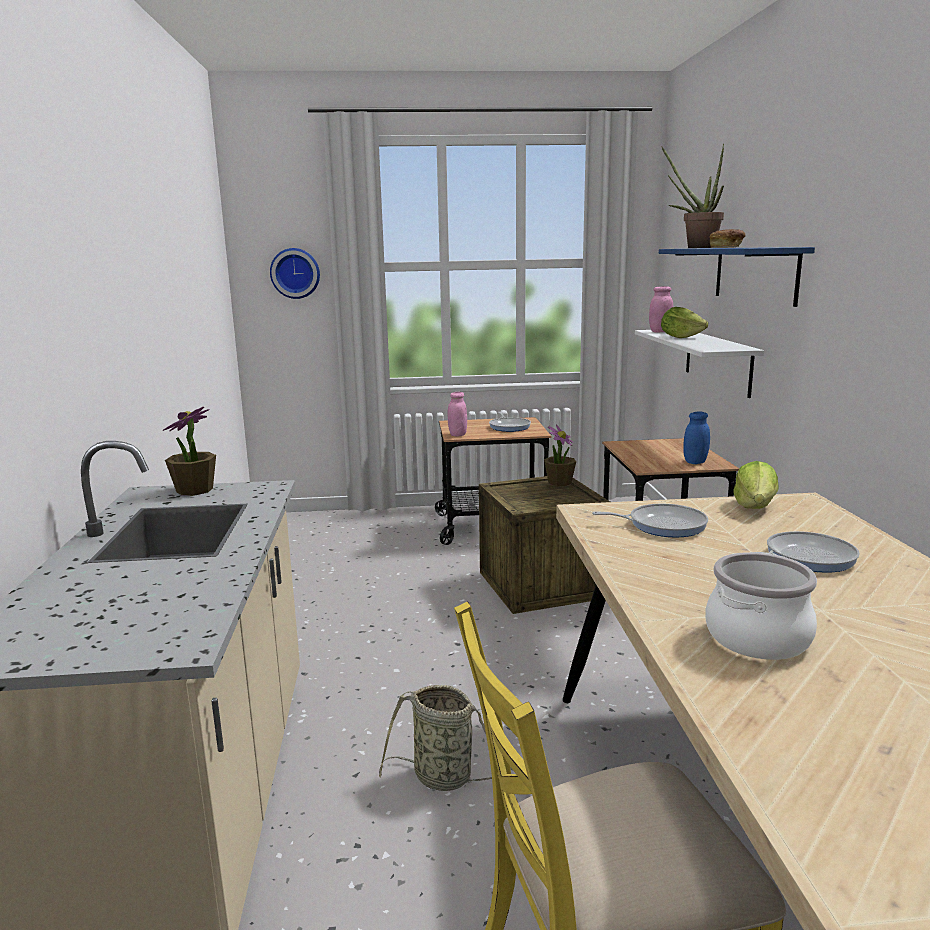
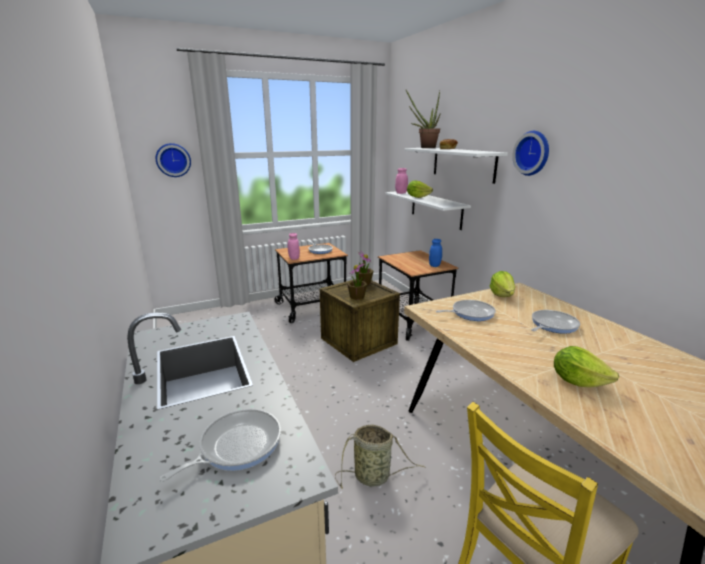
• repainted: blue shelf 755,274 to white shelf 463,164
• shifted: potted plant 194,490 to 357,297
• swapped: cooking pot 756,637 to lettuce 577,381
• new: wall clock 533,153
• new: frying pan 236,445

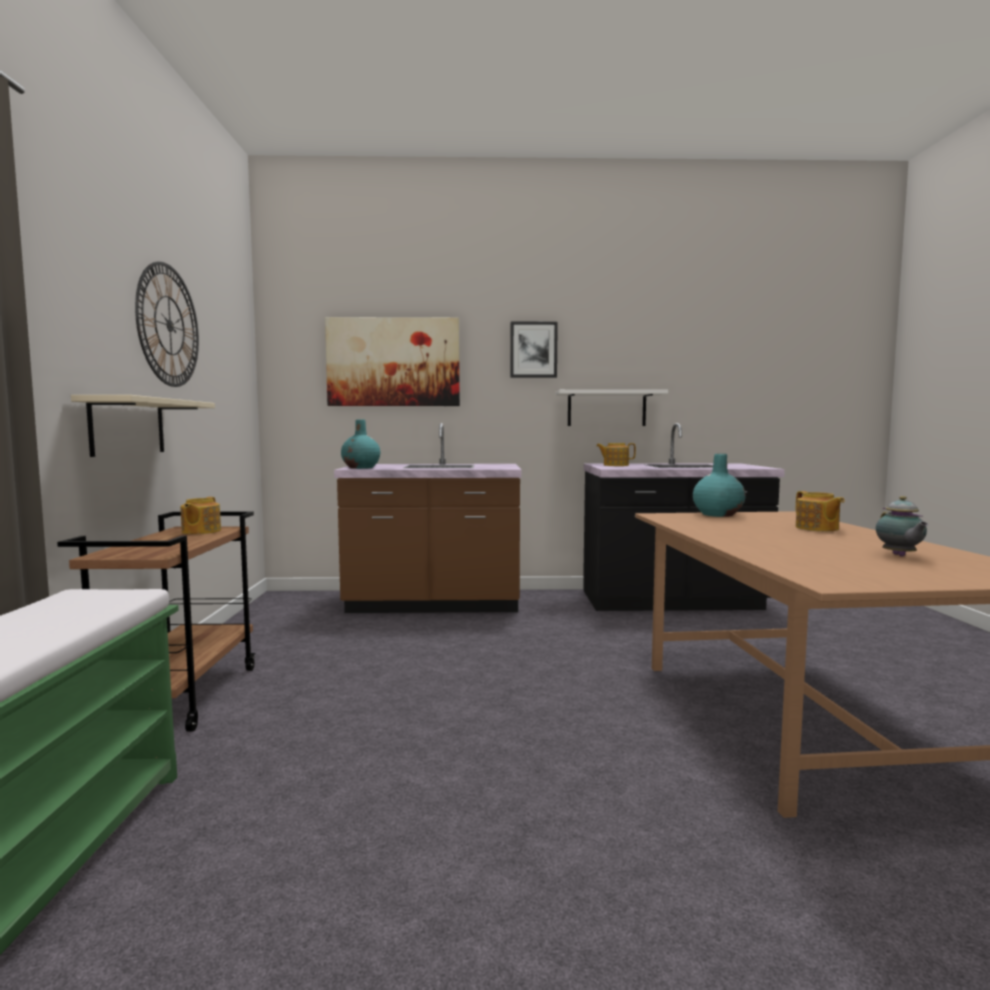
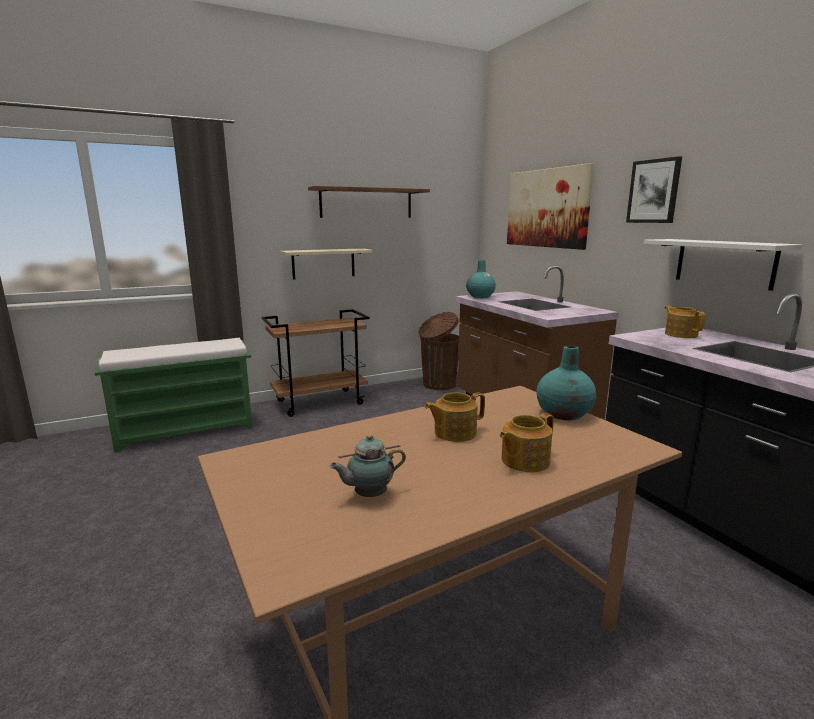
• swapped: wall clock 169,325 to brown shelf 366,203
• shifted: teapot 200,531 to 454,433
• new: brown trash can 438,385

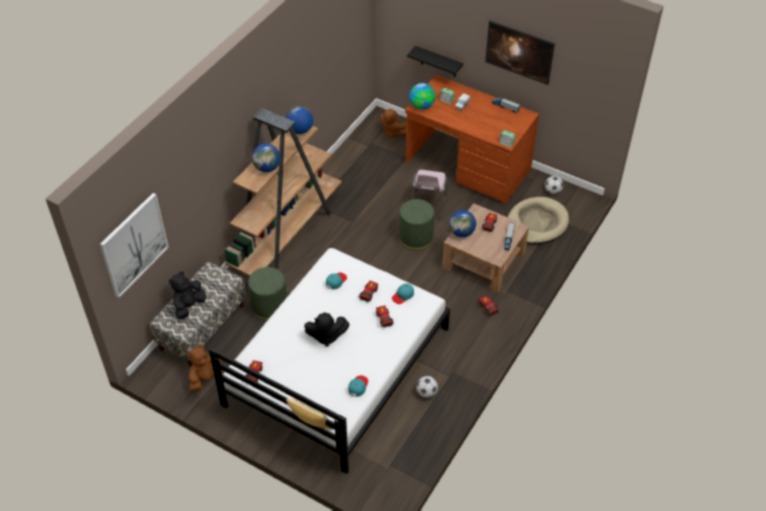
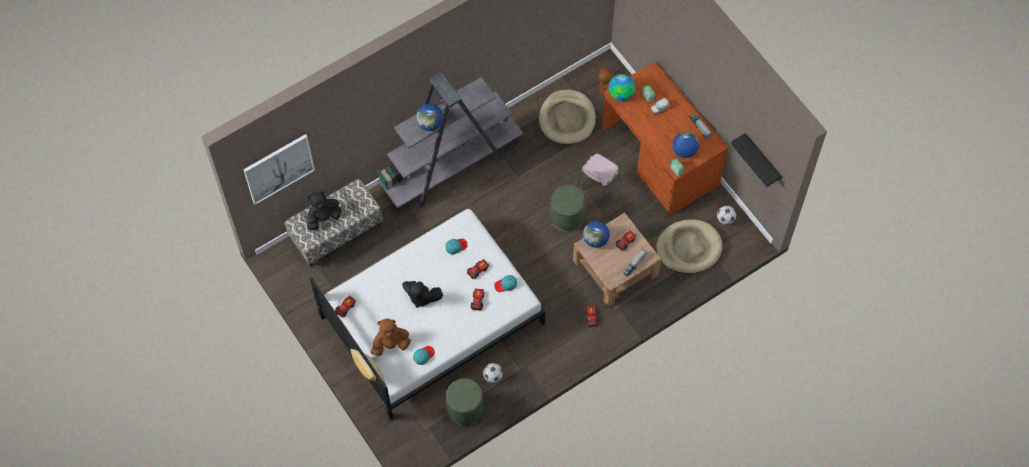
• gone: picture 518,62
• shifted: black shelf 438,62 to 762,159
• shifted: globe 300,130 to 684,150
• repainted: brown bookcase 286,234 to grey bookcase 452,166
• shifted: green ottoman 269,306 to 465,409
• shifted: brown plush toy 206,379 to 390,344
• new: beige dog bed 567,119

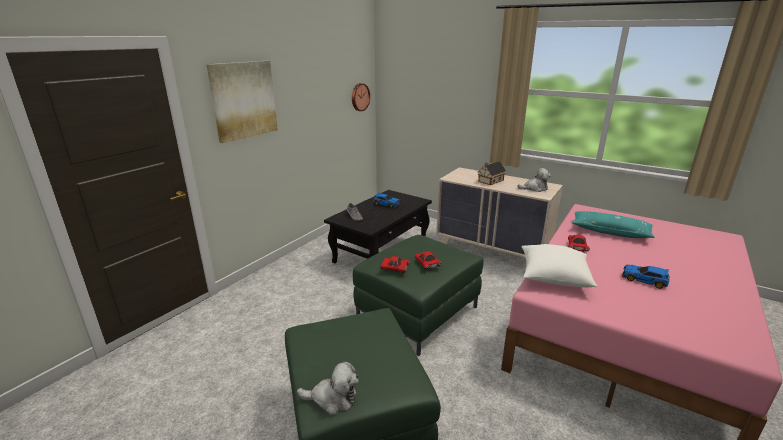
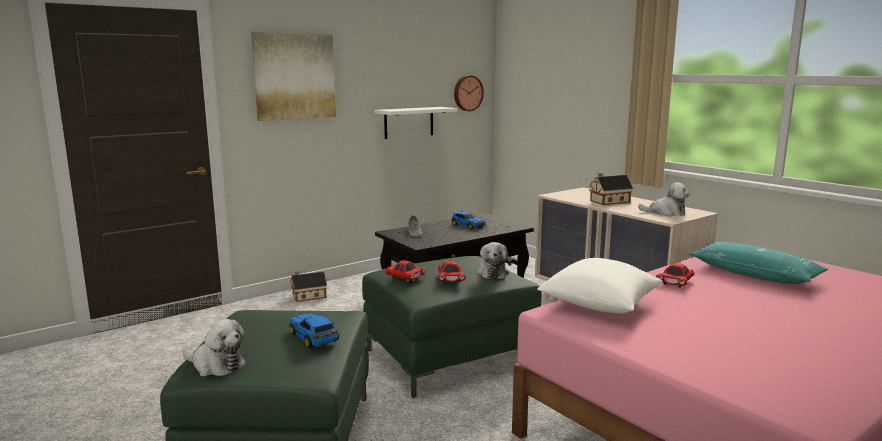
• shifted: toy car 645,280 to 313,337
• new: white shelf 409,122
• new: plush toy 492,273
• new: toy house 307,296

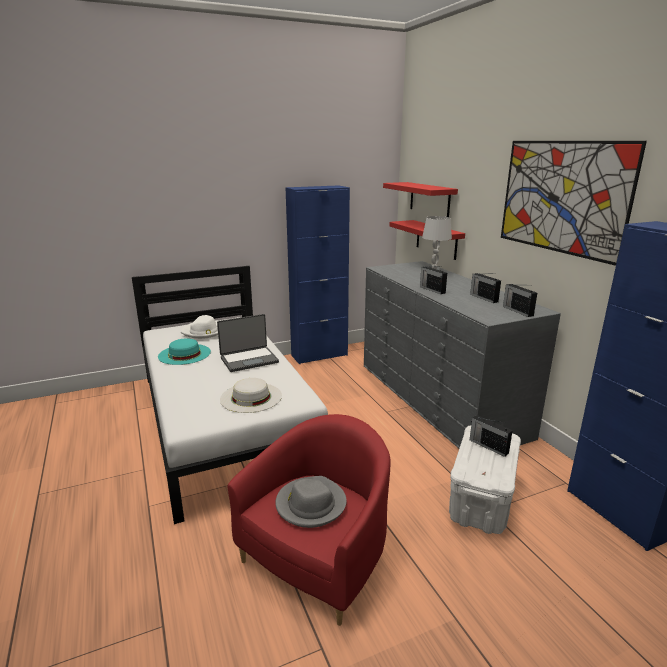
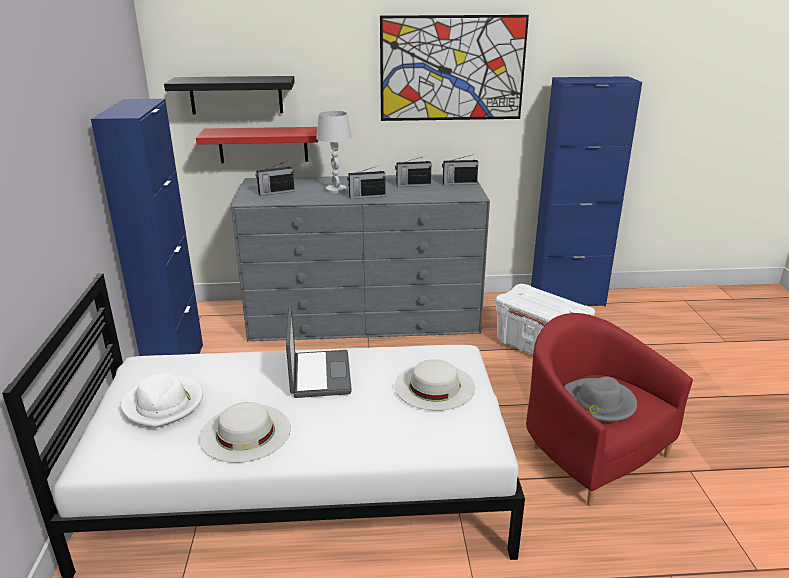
• repainted: red shelf 429,199 to black shelf 236,95
• repainted: turquoise hat 184,354 to white hat 245,432
• shifted: radio 488,446 to 275,192

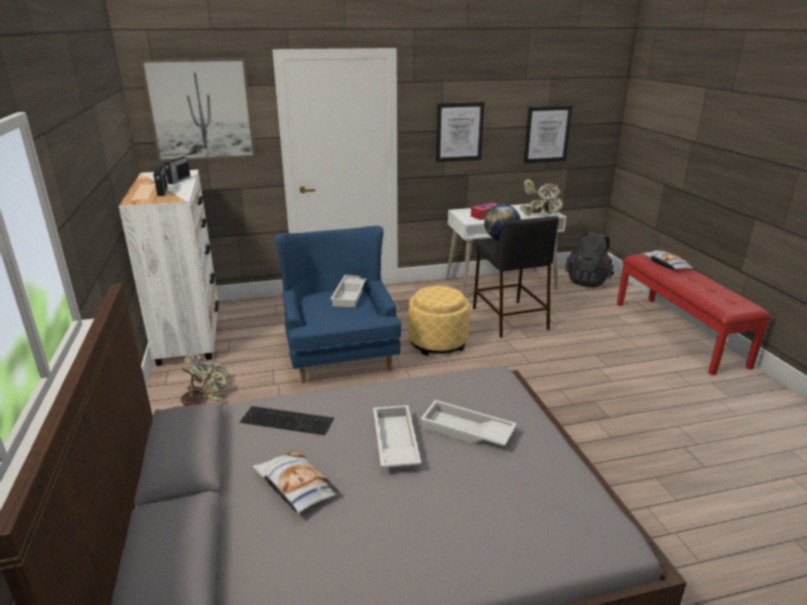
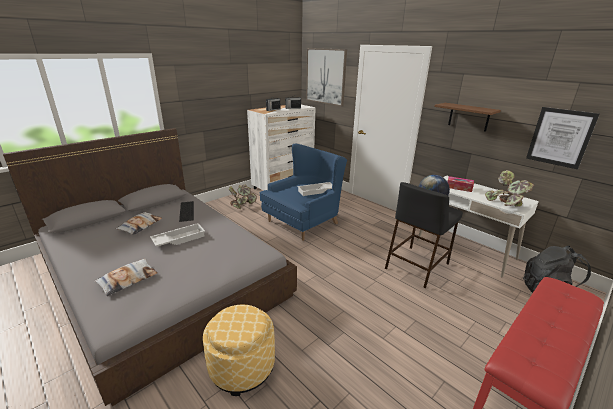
• swapped: picture 459,132 to brown shelf 469,117
• shifted: pillow 666,264 to 128,279
• shifted: ottoman 437,342 to 242,366
• gone: white tray 466,431

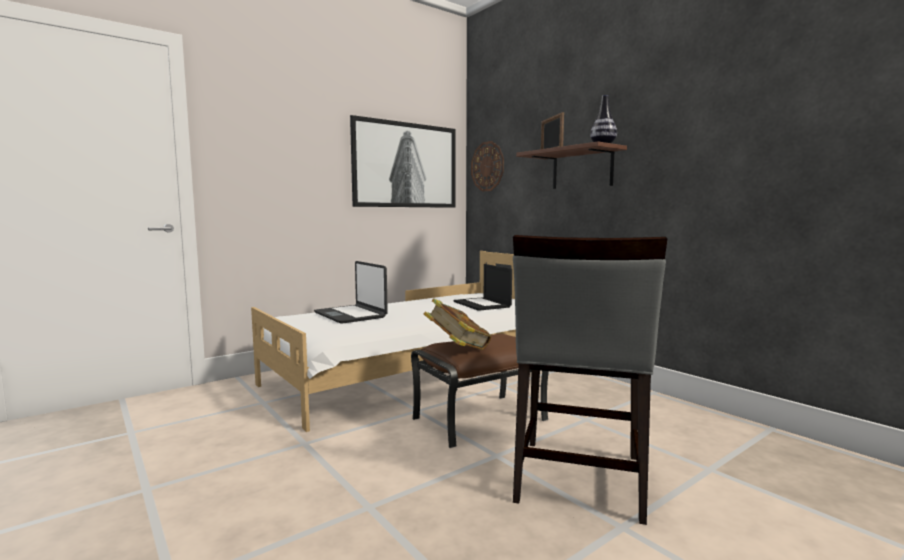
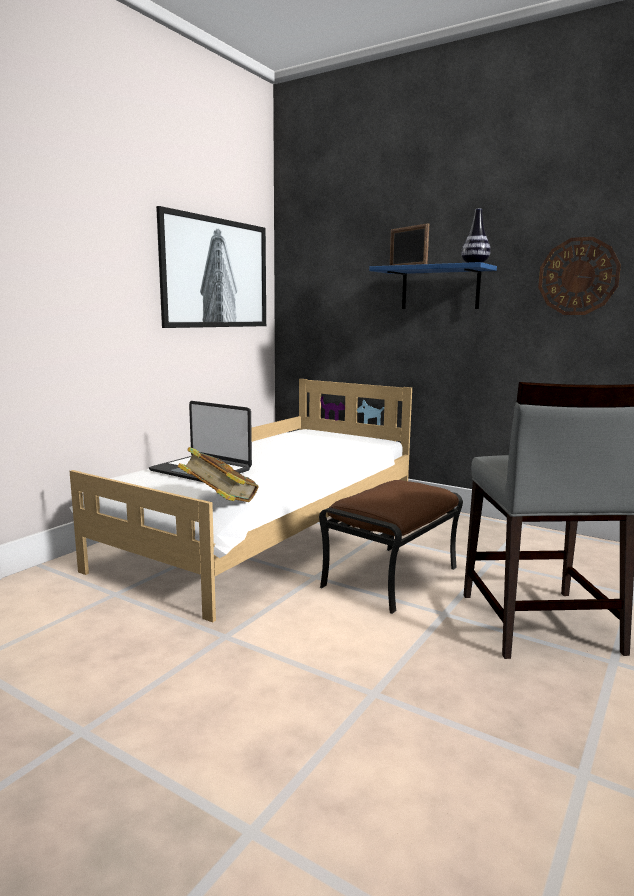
• shifted: wall clock 487,166 to 578,276
• repainted: brown shelf 582,169 to blue shelf 440,288
• gone: laptop 482,304
• shifted: book 457,349 to 220,504

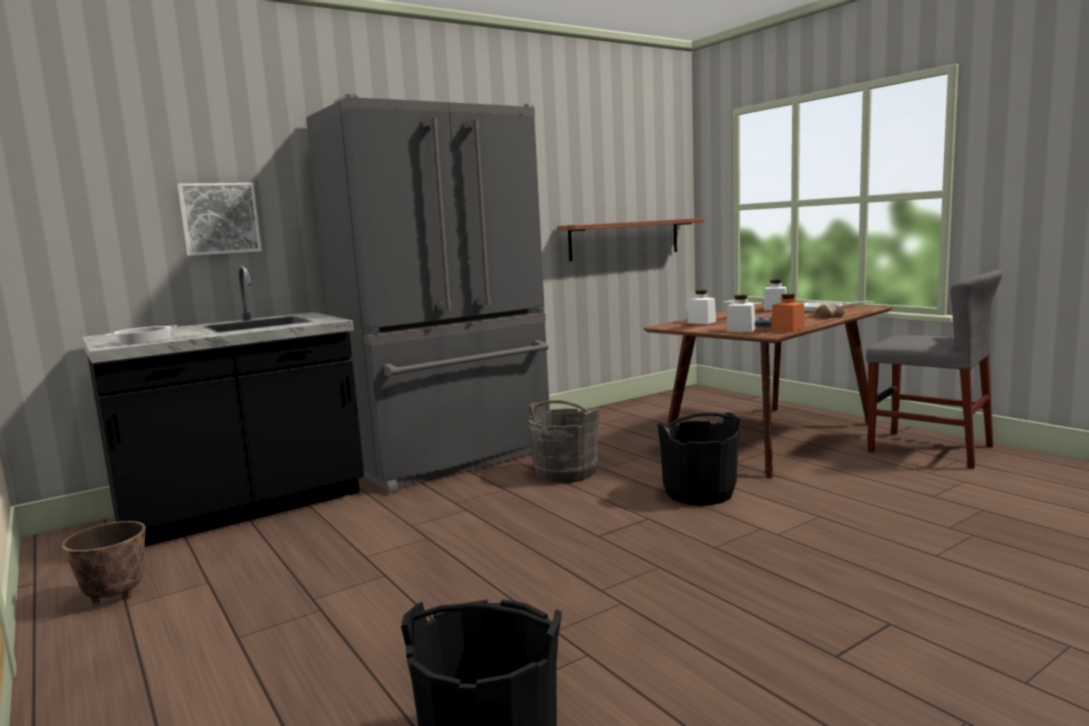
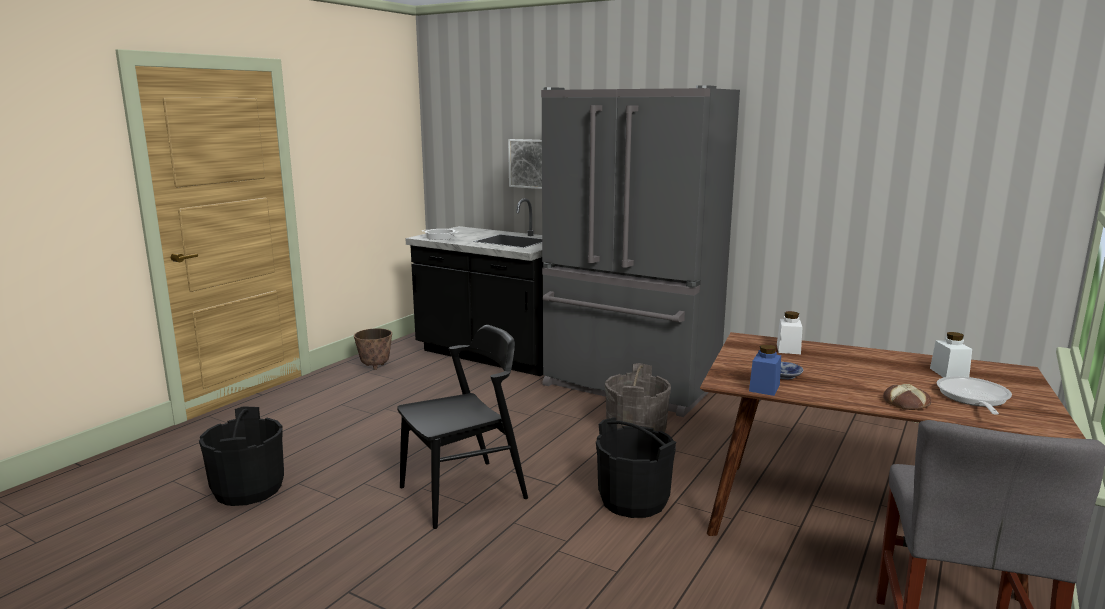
• gone: shelf 625,239
• repainted: orange jar 787,330 to blue jar 764,388
• gone: white jar 741,330
• new: black chair 463,492

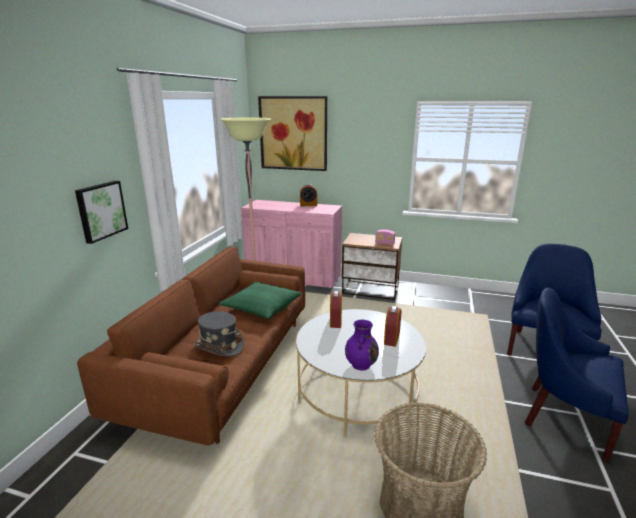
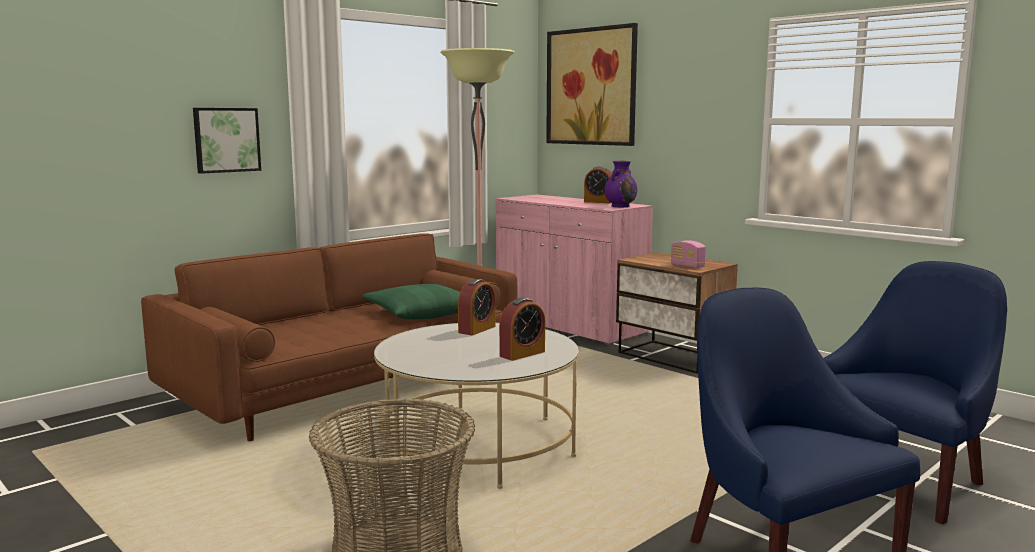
• gone: grey hat 219,346
• shifted: purple vase 361,364 to 620,206

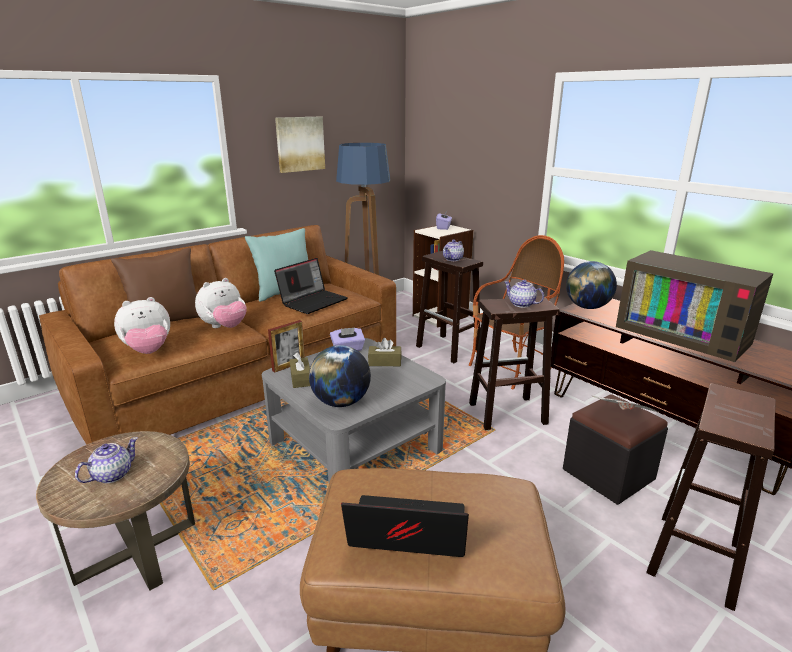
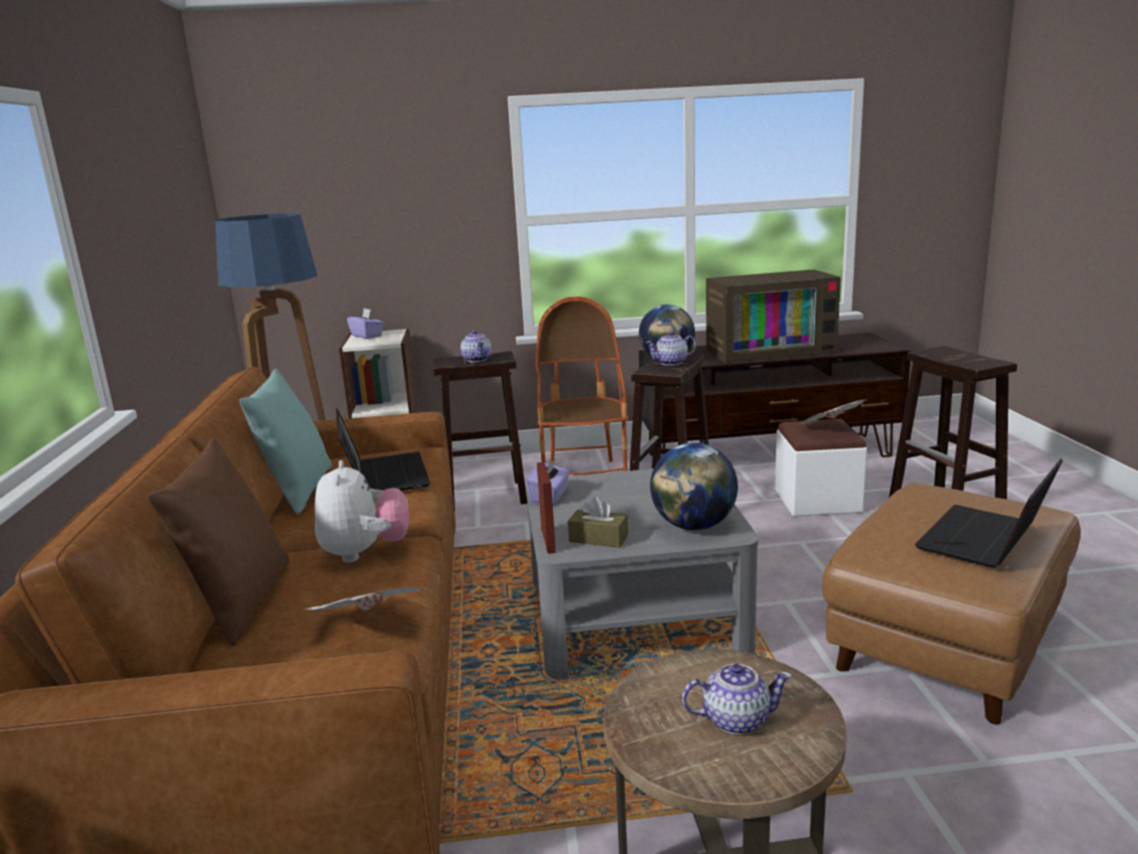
• gone: picture 300,144
• swapped: plush toy 148,351 to newspaper 370,626
• gone: brown tissue box 384,362
• repainted: black ottoman 608,474 to white ottoman 817,501
• rotated: teapot 112,475 = 735,720 105 degrees clockwise

